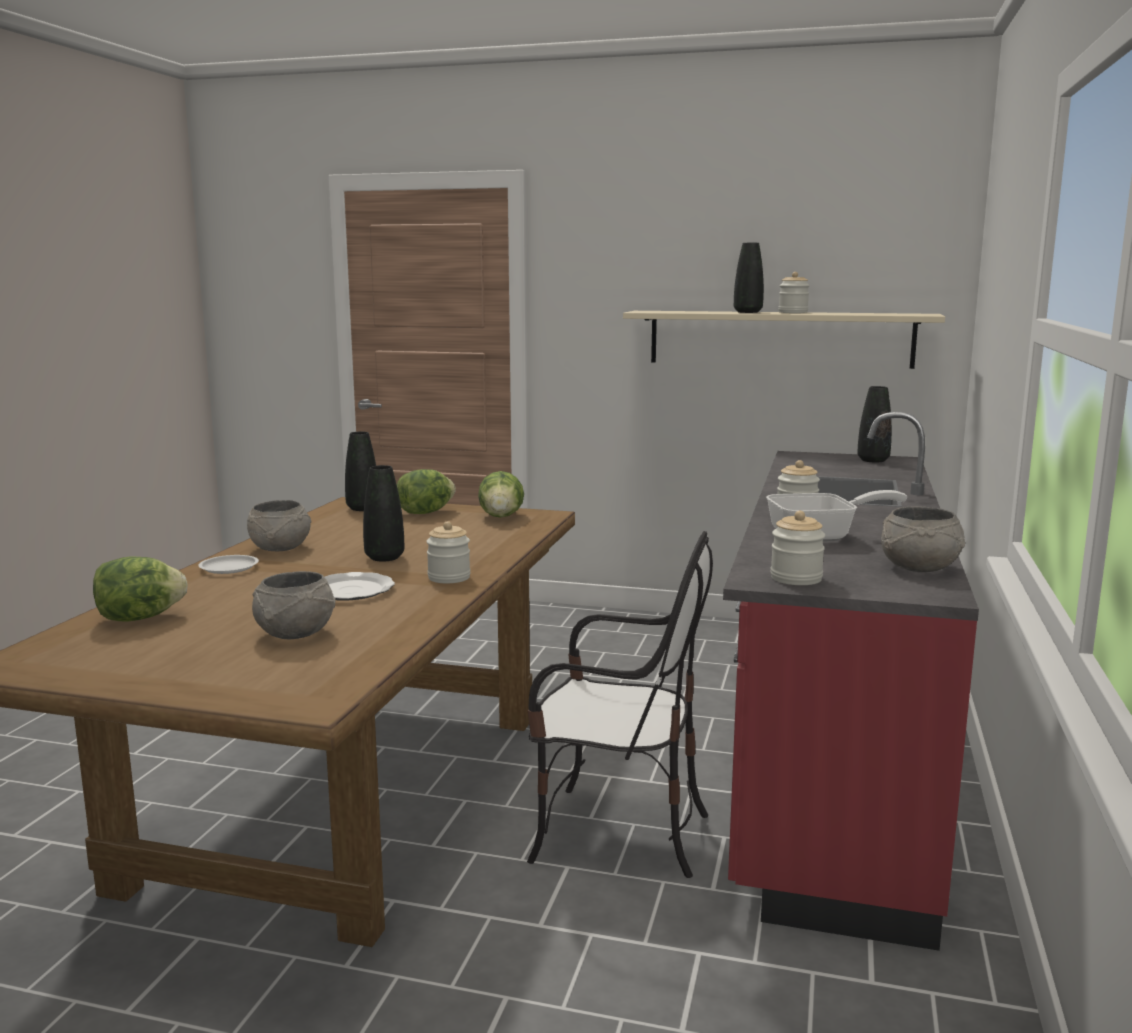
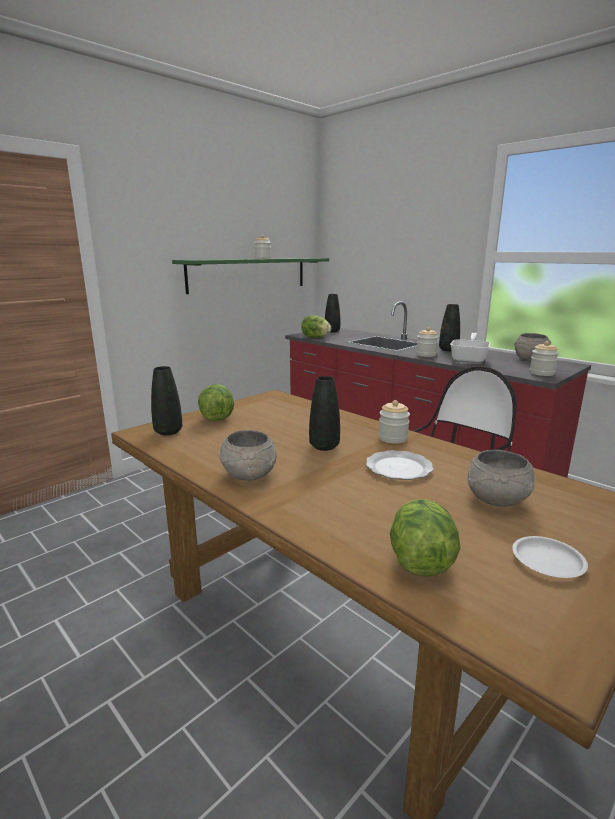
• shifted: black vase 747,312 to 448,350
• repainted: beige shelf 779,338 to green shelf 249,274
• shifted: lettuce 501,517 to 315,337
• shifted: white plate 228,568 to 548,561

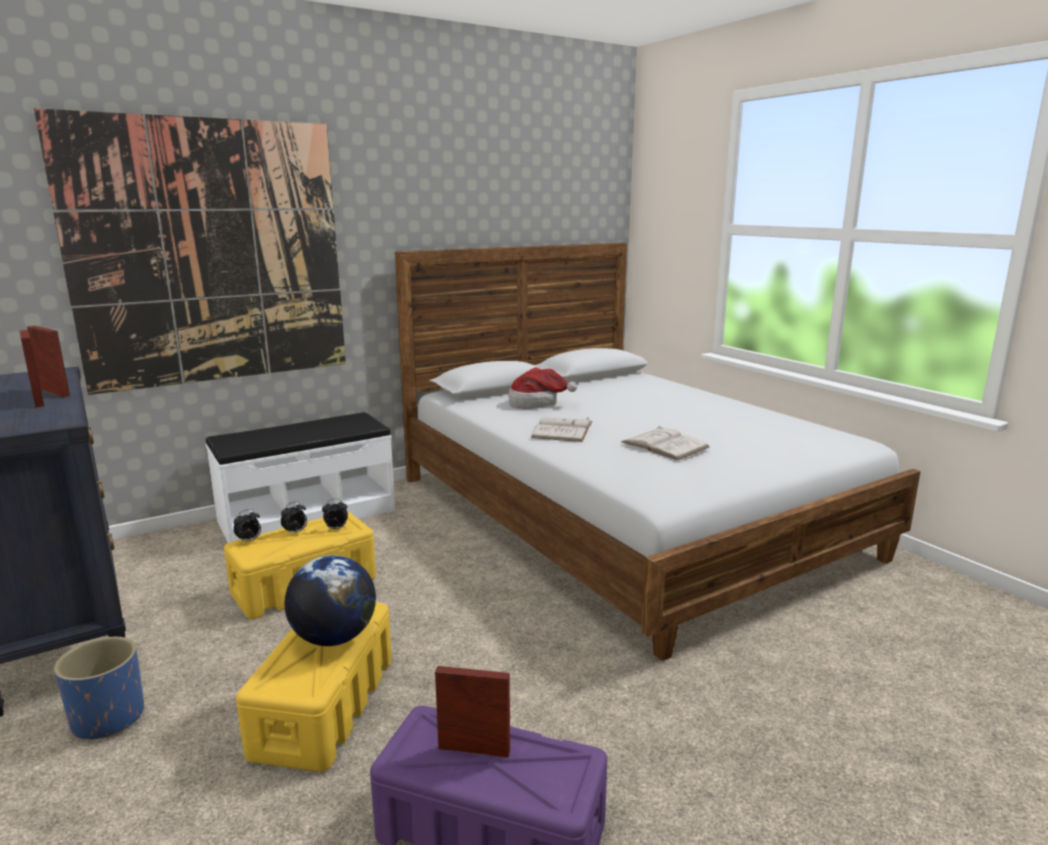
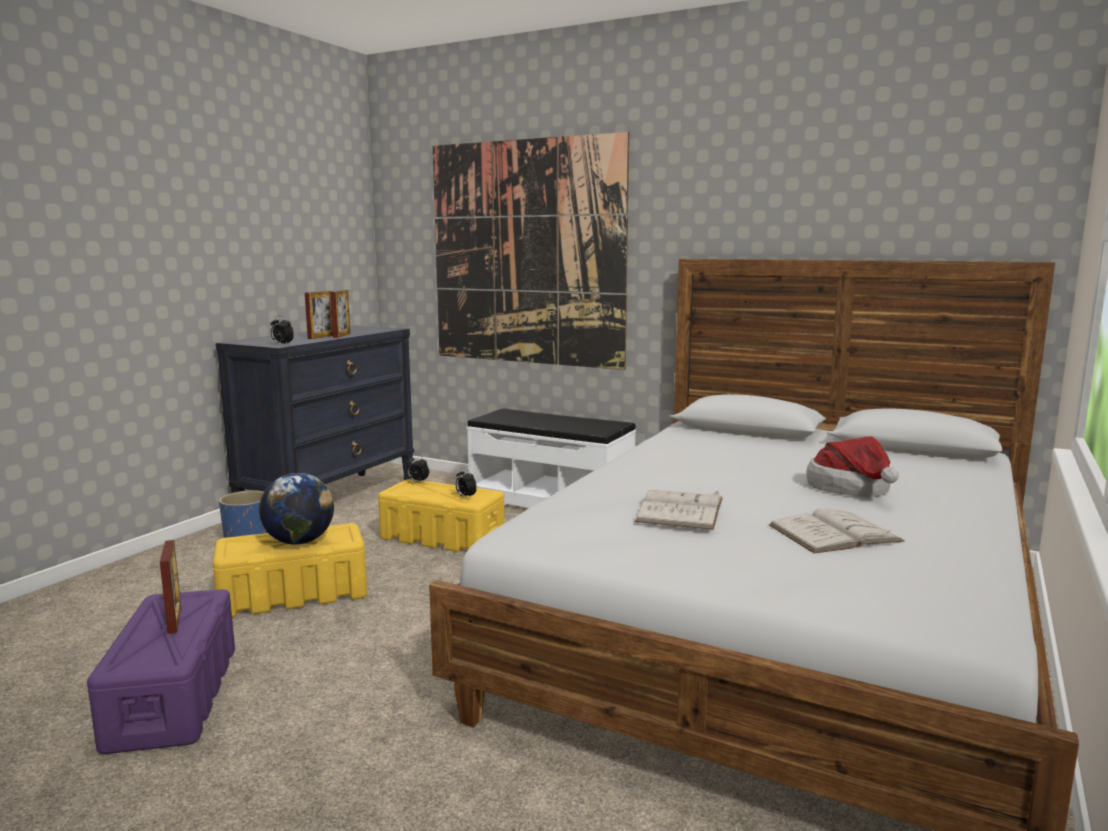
• shifted: hat 537,403 to 853,489
• shifted: white book 562,430 to 834,533
• shifted: alarm clock 295,532 to 282,344

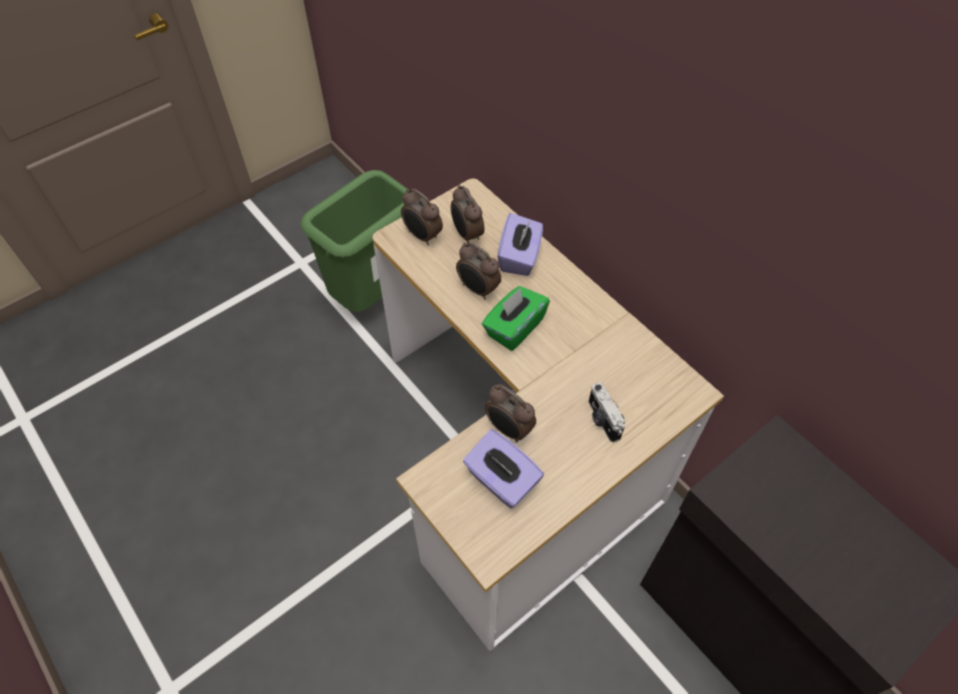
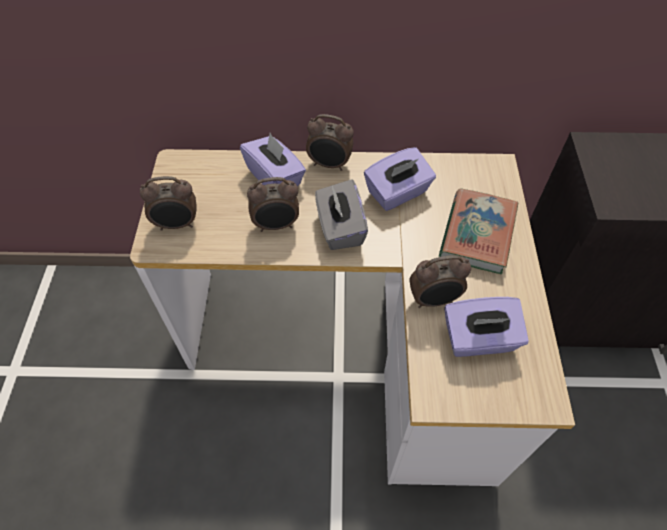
• gone: green trash can 374,294
• shifted: alarm clock 466,235 to 329,165
• repainted: green tissue box 514,328 to grey tissue box 340,228
• swapped: photo camera 602,420 to book 477,234
• new: purple tissue box 398,193

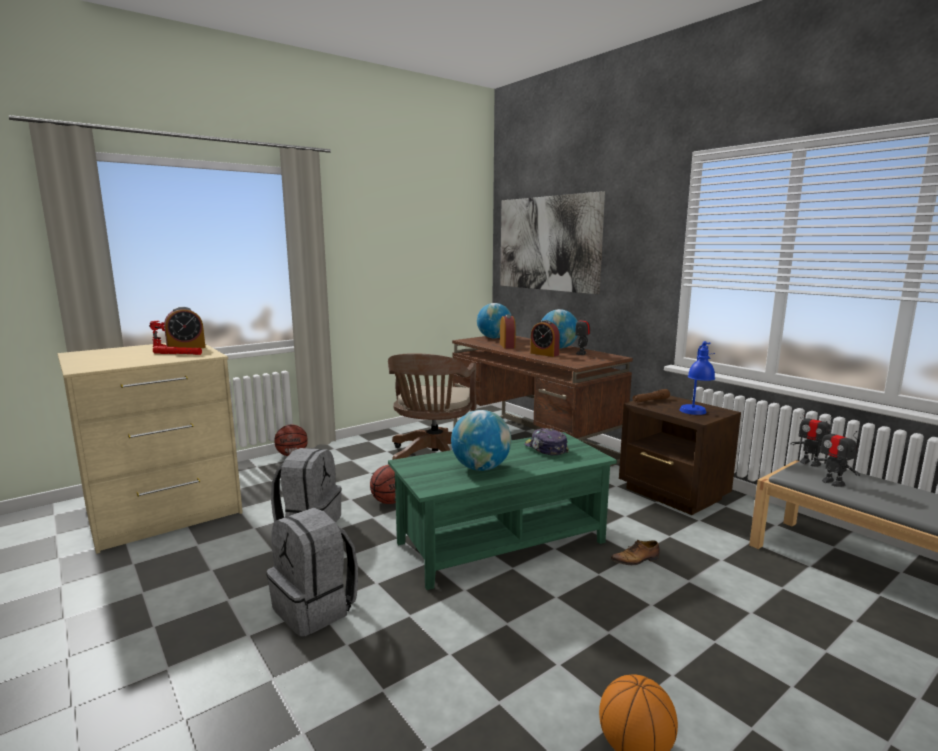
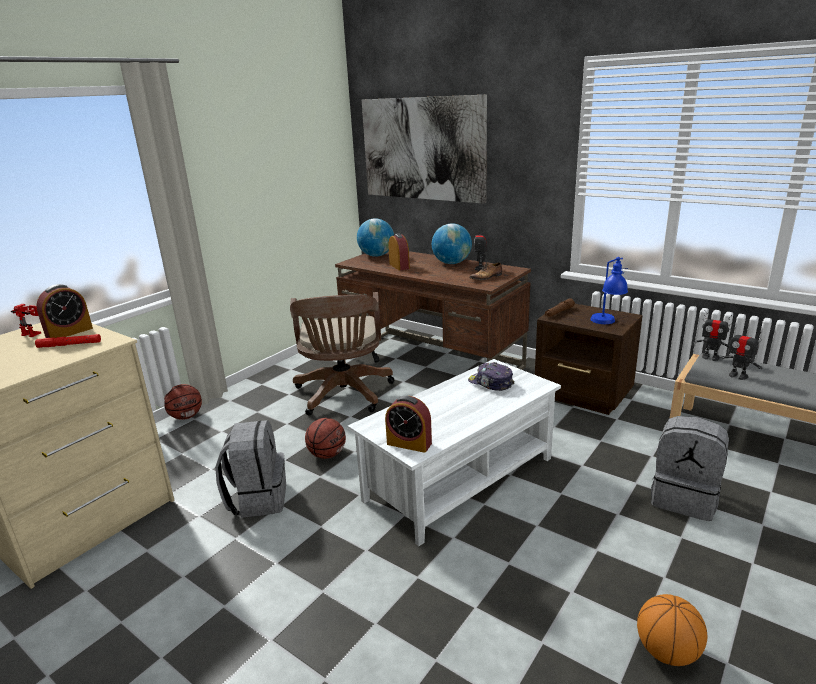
• shifted: alarm clock 544,354 to 409,443
• gone: globe 481,468
• repainted: green coffee table 501,543 to white coffee table 460,479
• shifted: grey backpack 316,608 to 684,498
• shifted: shoe 636,560 to 487,277

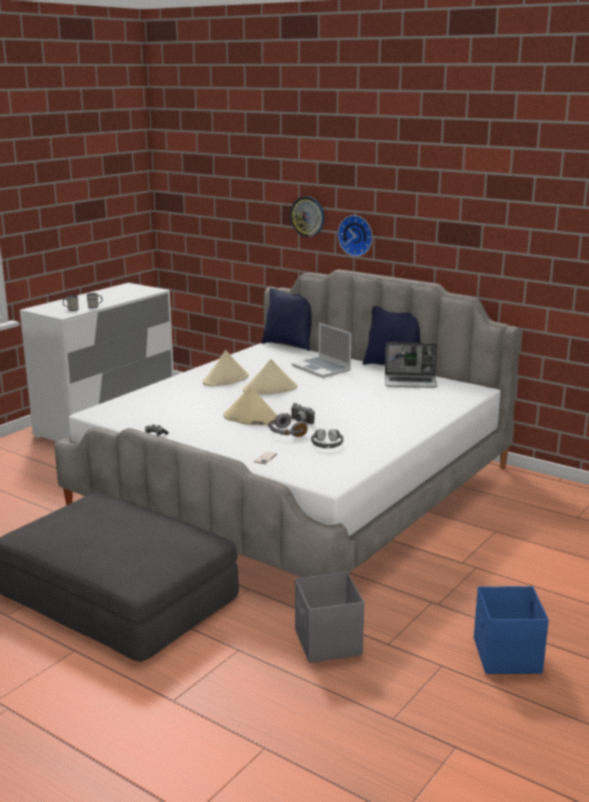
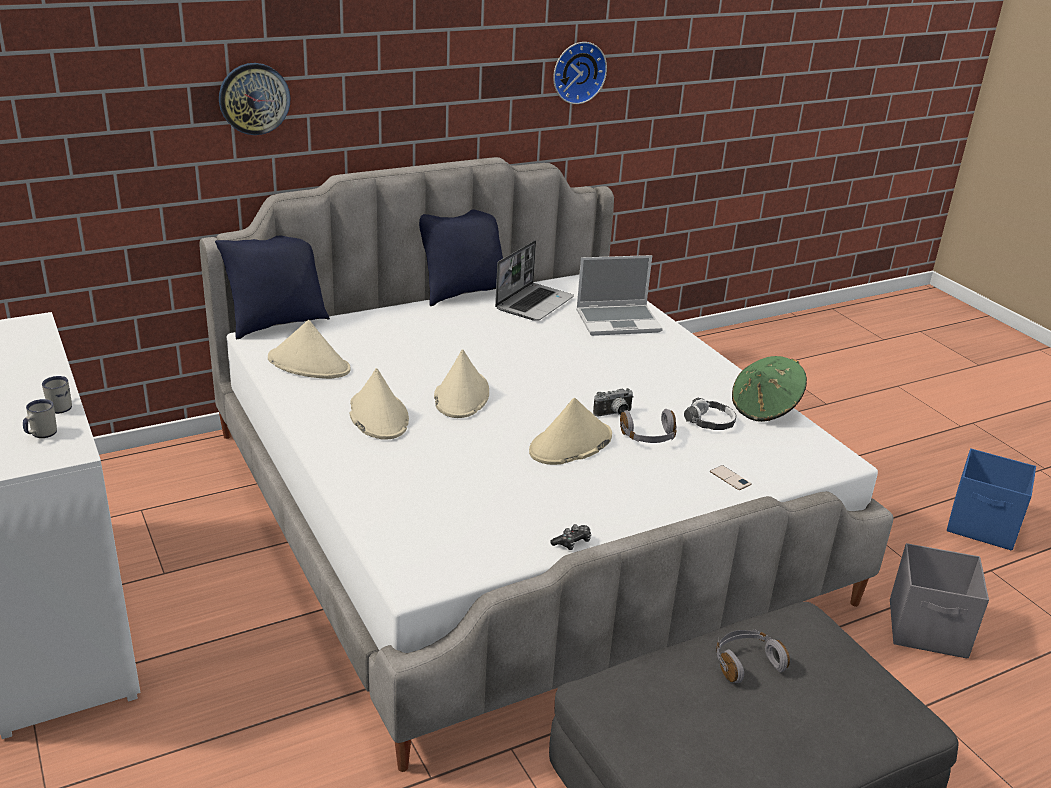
• shifted: wall clock 356,235 to 577,72
• shifted: laptop 322,368 to 619,321
• new: beige hat 309,364
• new: green hat 765,408
• new: grey headphones 746,663

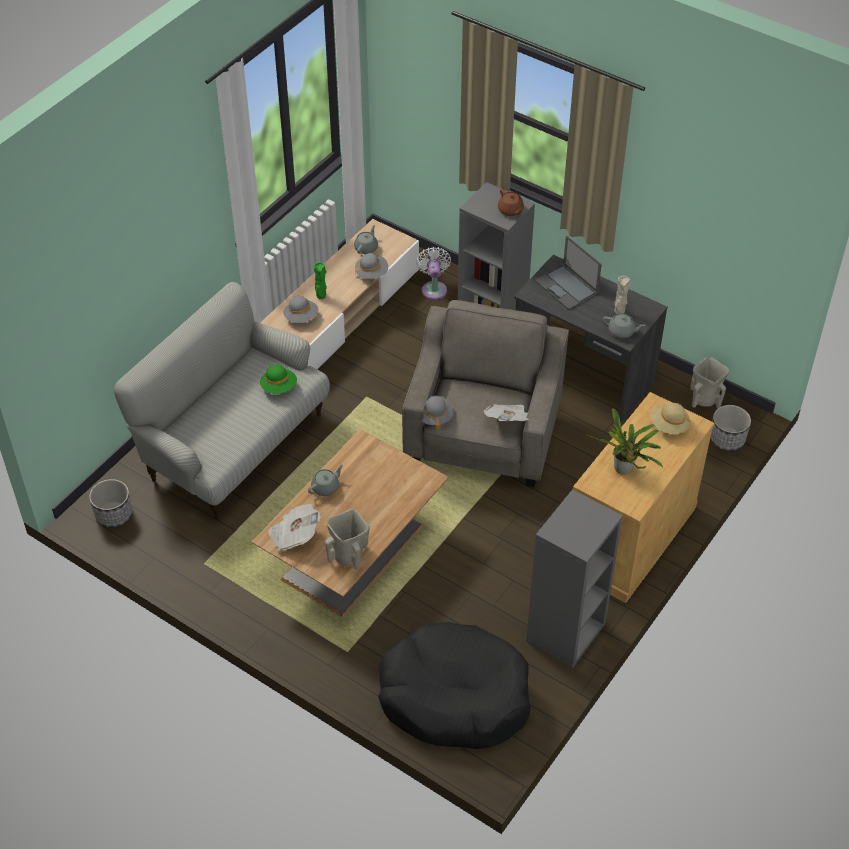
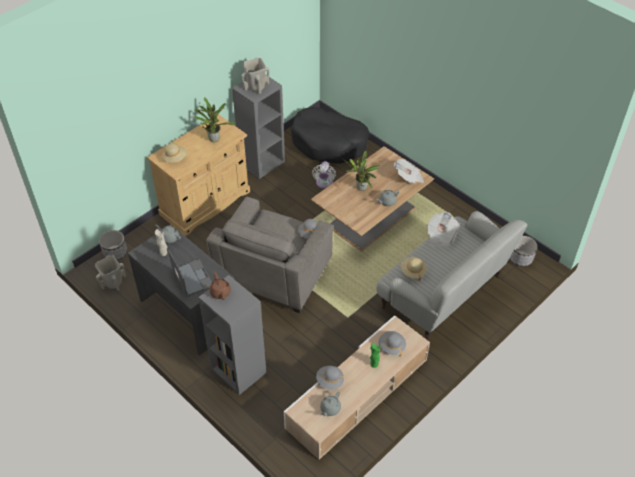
• shifted: white fan 434,288 to 324,184
• repainted: green hat 279,387 to beige hat 413,271
• shifted: newspaper 508,421 to 440,236
• shifted: beige vase 349,554 to 255,87
• new: potted plant 361,189

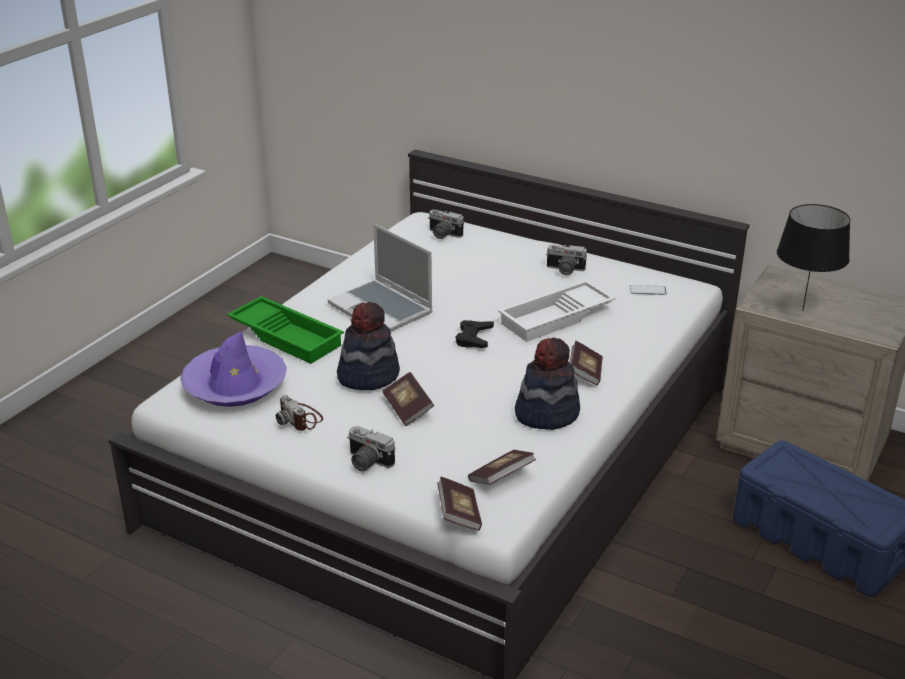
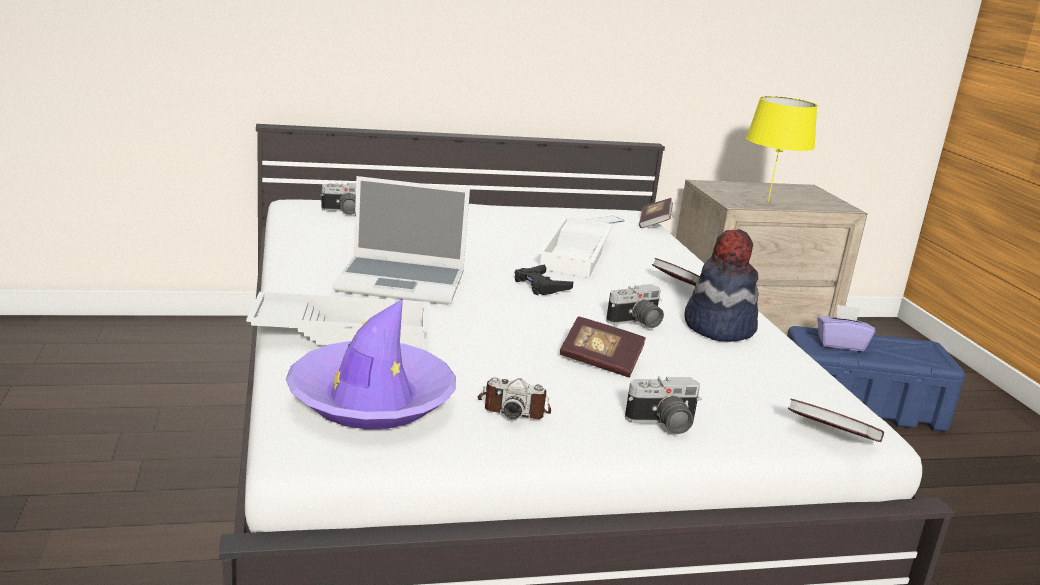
• repainted: black table lamp 803,310 to yellow table lamp 767,201
• shifted: photo camera 564,270 to 637,323
• repainted: green tray 288,336 to white tray 343,331
• gone: hat 368,375
• shifted: book 501,478 to 654,223
• new: purple tissue box 840,344

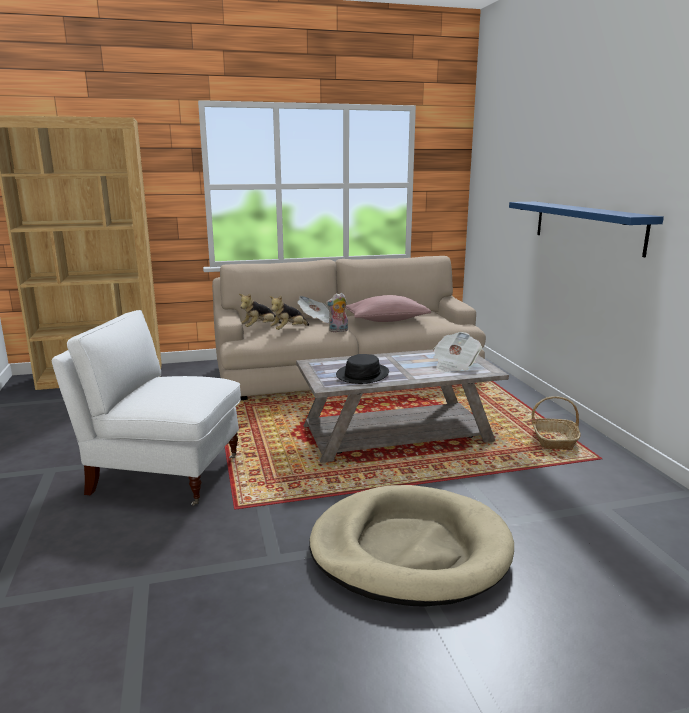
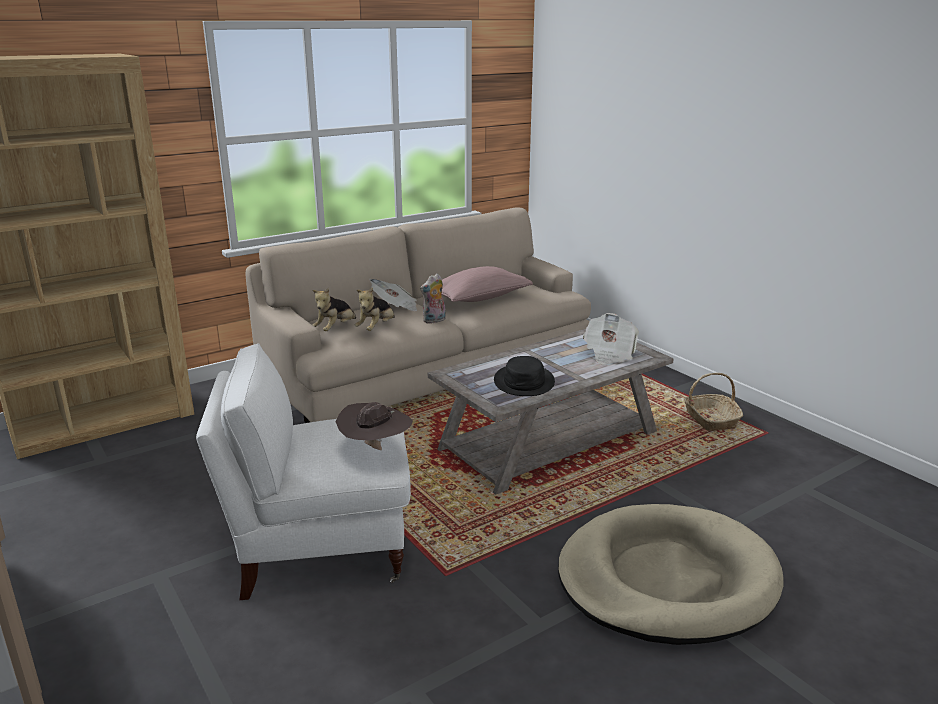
• gone: blue shelf 587,226
• new: brown hat 375,448

